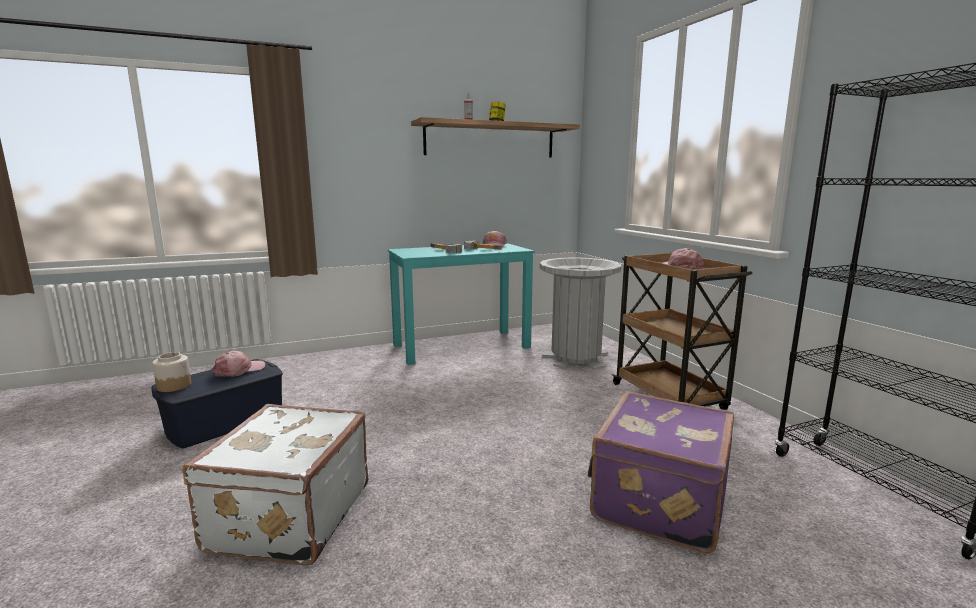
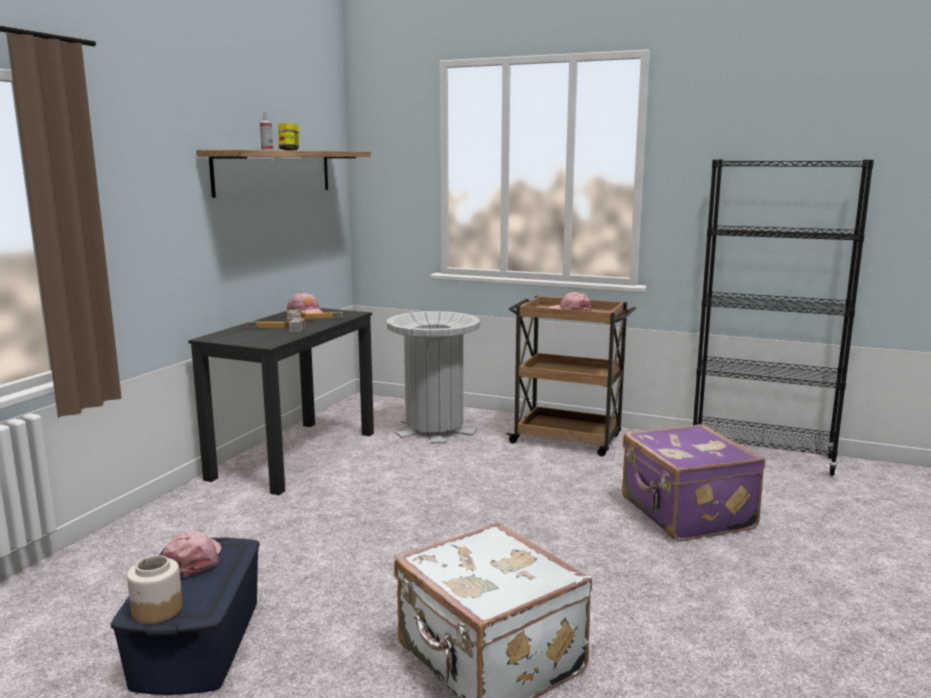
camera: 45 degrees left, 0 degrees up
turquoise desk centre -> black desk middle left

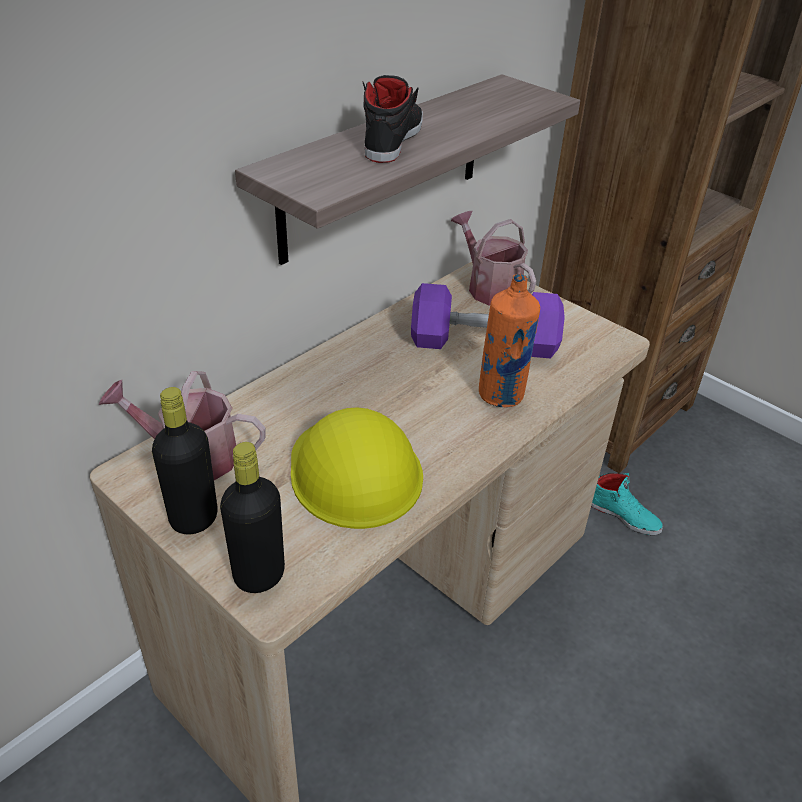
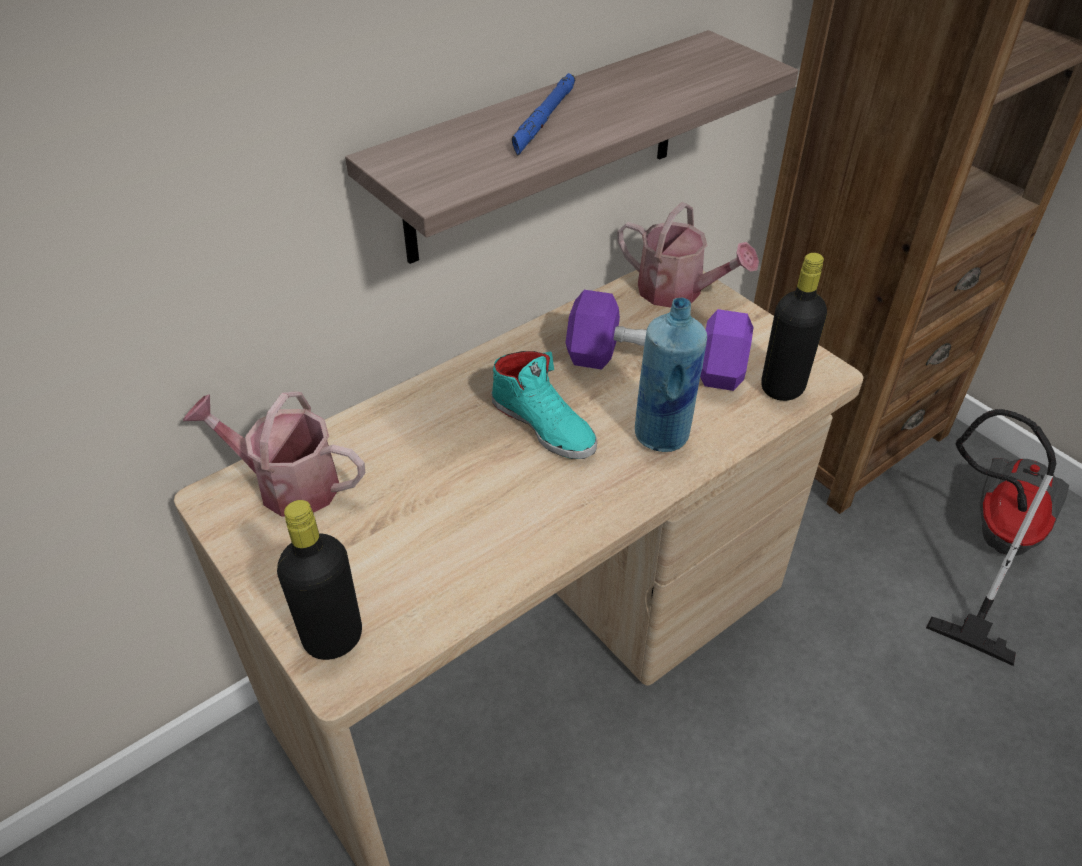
camera: 10 degrees right, 5 degrees up
yellow hard hat centre -> none
none -> vacuum cleaner middle right
black bottle (no. 1 from left in the first image) middle left -> black bottle (no. 2 from left) middle right, shifted
turquoise shoe middle right -> turquoise shoe centre, shifted
black shoe top centre -> blue flashlight top centre
orange bottle centre -> blue bottle centre
watering can (no. 2 from left) top centre, 150 degrees clockwise

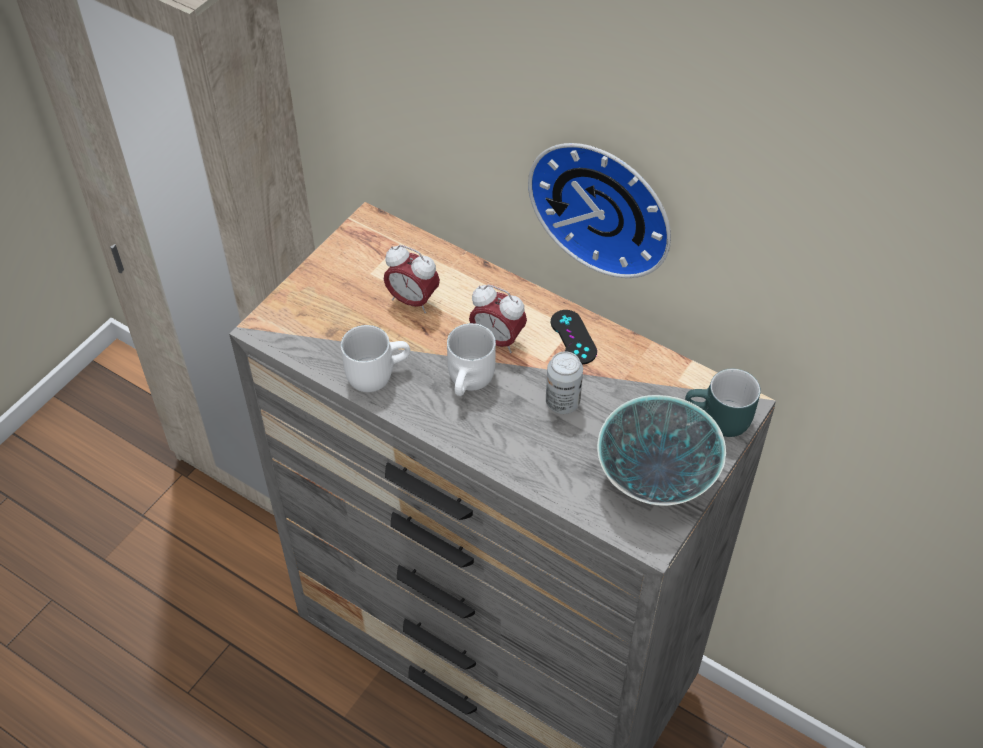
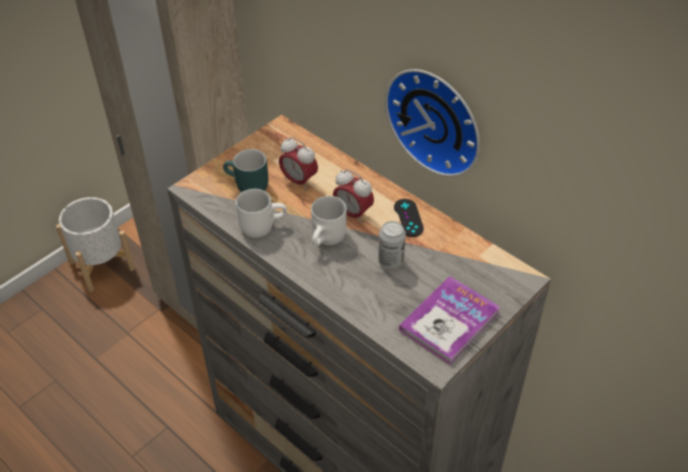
camera: 10 degrees right, 5 degrees down
none -> white planter middle left
turquoise mug middle right -> turquoise mug centre, shifted
bowl middle right -> book bottom centre

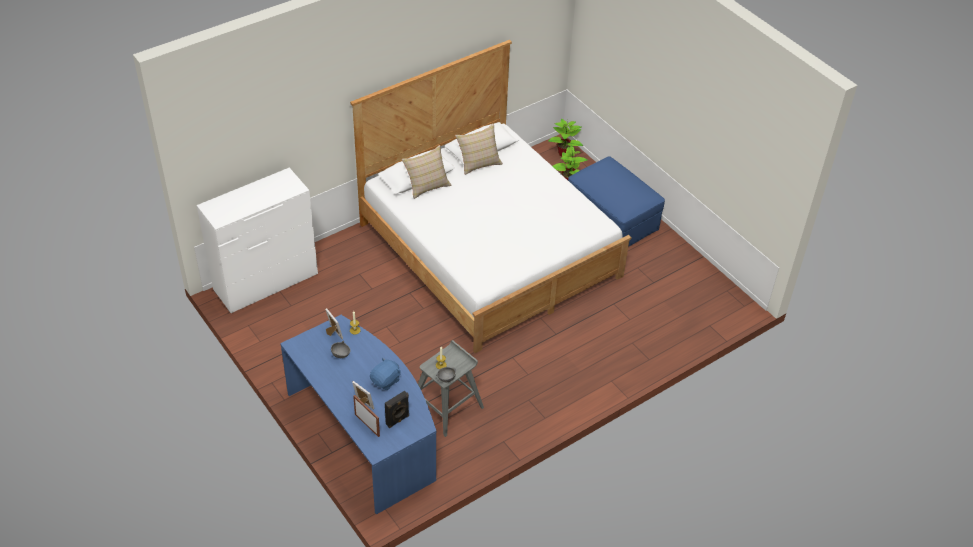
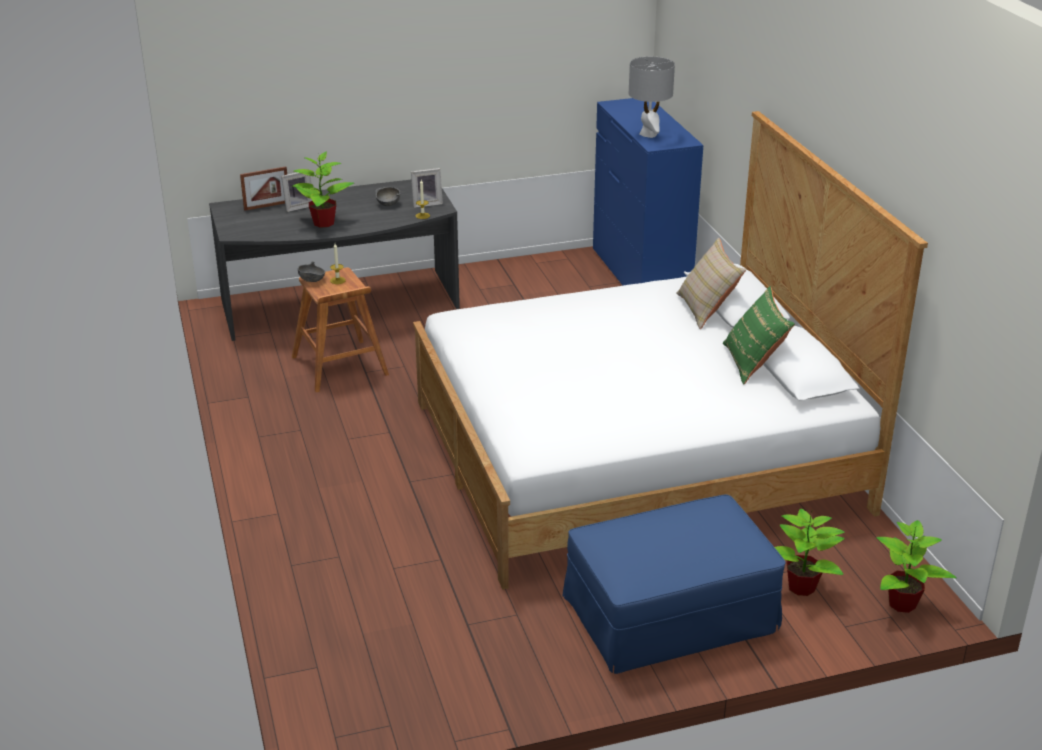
camera: 110 degrees right, 15 degrees down
black speaker bottom centre -> none
none -> grey table lamp top centre
blue plush toy bottom centre -> potted plant (no. 1 from left) top left
white dresser middle left -> blue dresser top centre
blue desk bottom centre -> grey desk middle left
grey stool bottom centre -> brown stool middle left
beige pillow (no. 2 from left) top centre -> green pillow middle right

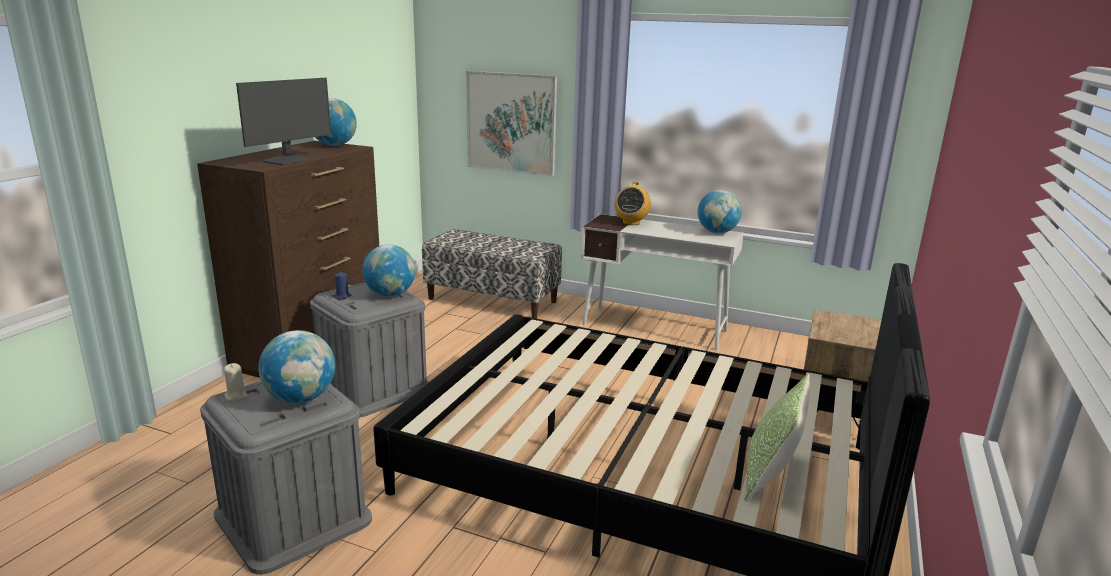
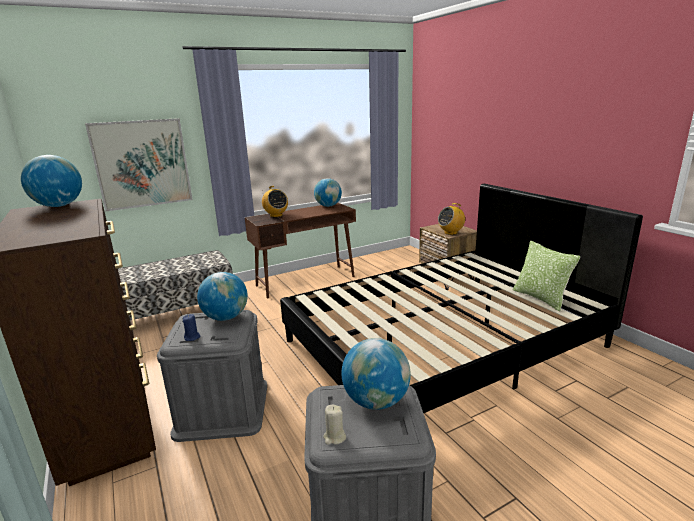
camera: 50 degrees left, 0 degrees up
monitor top left -> none
none -> radio (no. 2 from left) centre
white desk centre -> brown desk centre

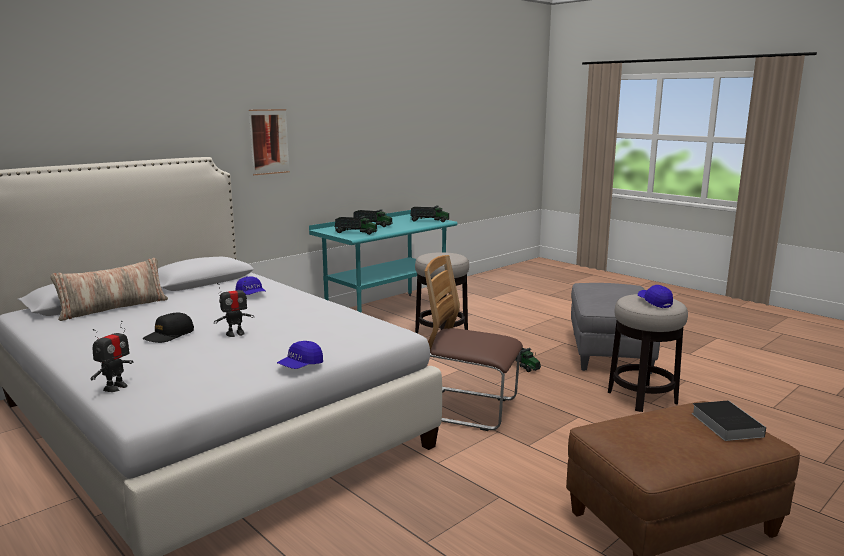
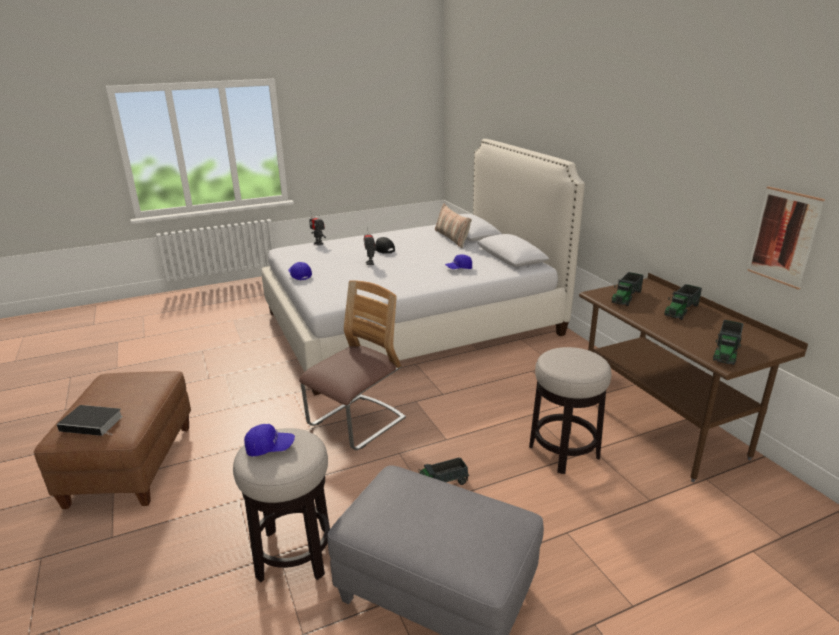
camera: 110 degrees right, 10 degrees up
picture top left -> picture middle right, shifted
turquoise desk centre -> brown desk middle right

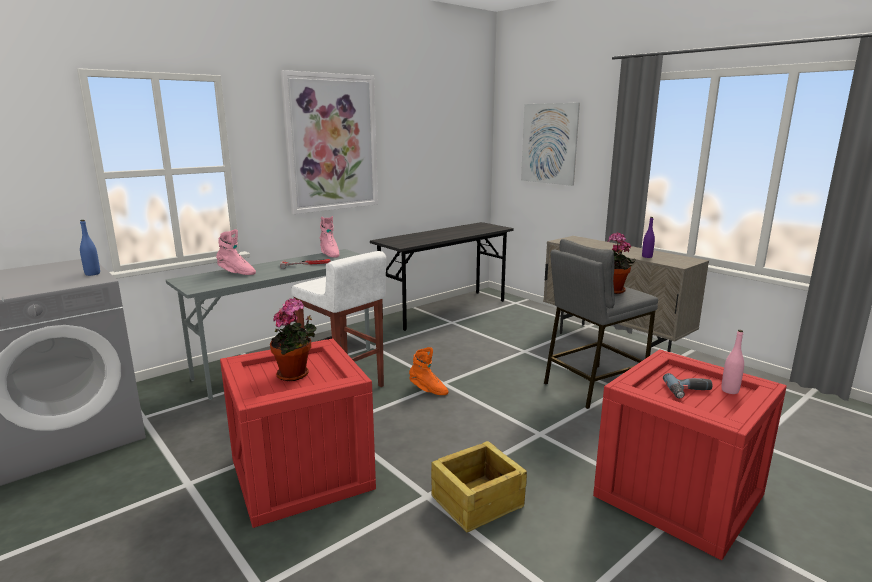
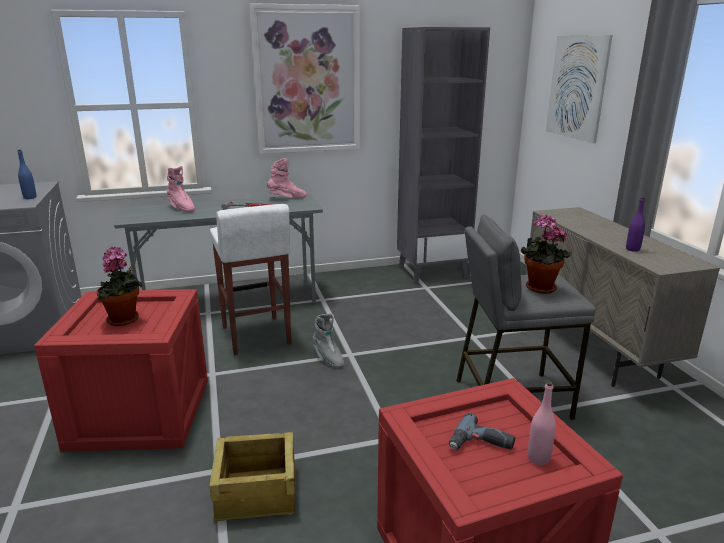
camera: 25 degrees right, 5 degrees up
grey desk (no. 2 from left) centre -> grey bookcase top centre
orange boot centre -> grey boot centre
pink boot (no. 2 from left) centre -> pink boot (no. 2 from left) top centre, 105 degrees counterclockwise

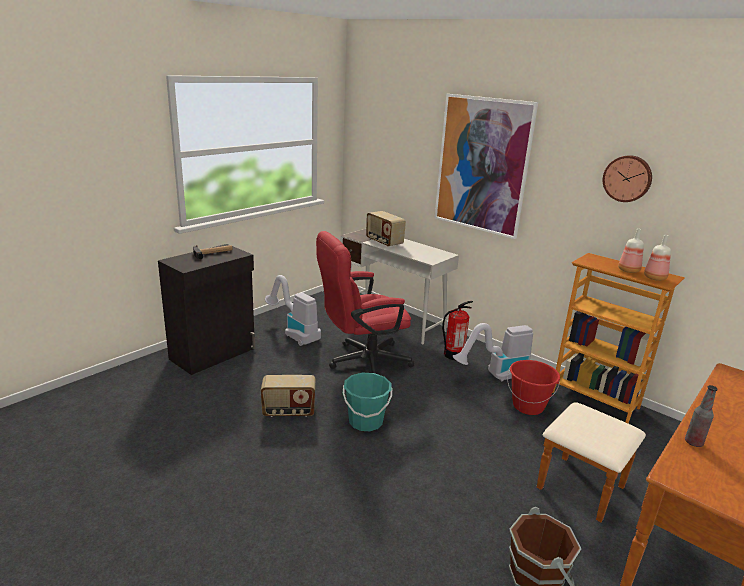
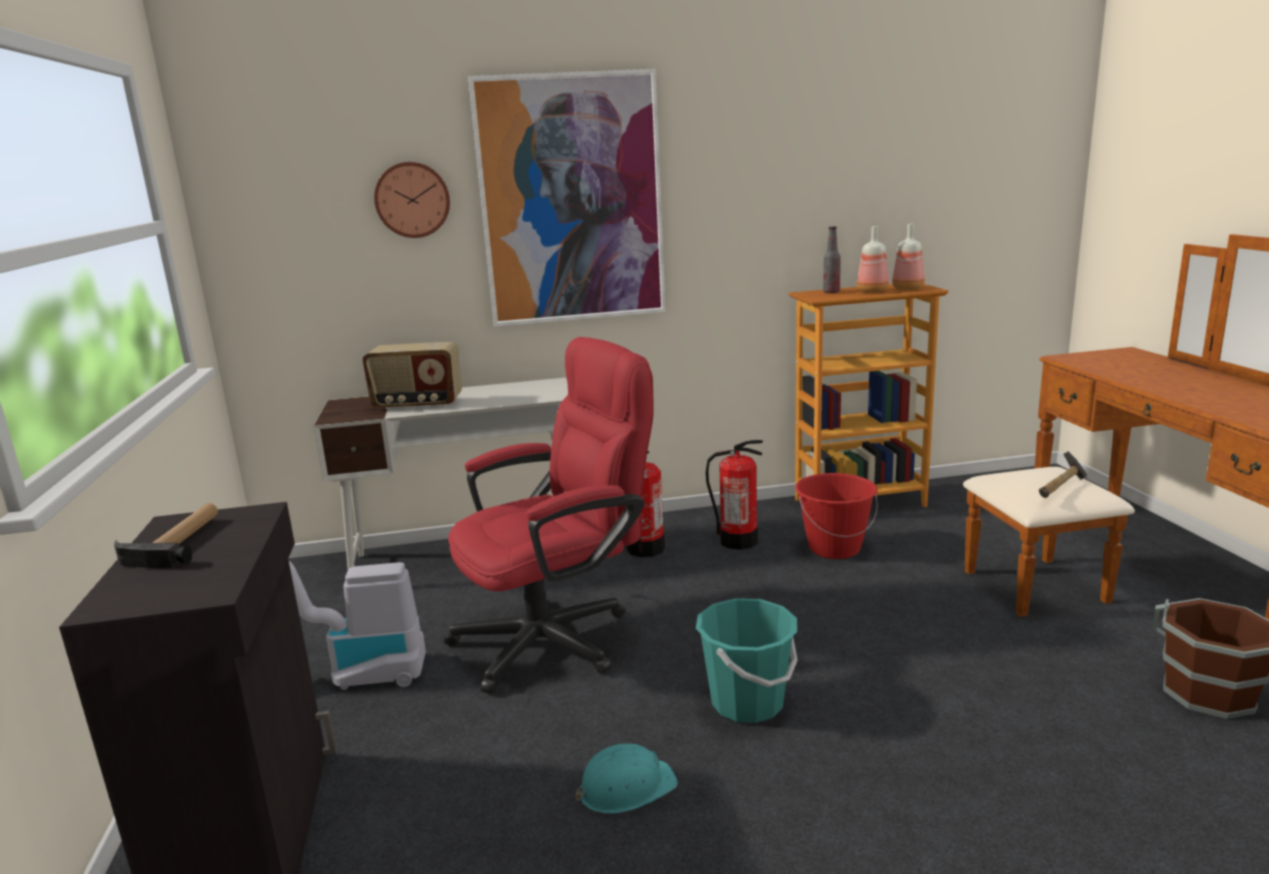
camera: 50 degrees left, 5 degrees down
none -> hammer (no. 2 from left) middle right
wall clock top right -> wall clock top left, shifted
bottle (no. 3 from left in the first image) bottom right -> bottle (no. 1 from left) top centre, shifted
radio (no. 1 from left) bottom centre -> turquoise hard hat bottom centre
vacuum cleaner (no. 2 from left) centre -> fire extinguisher (no. 2 from left) centre
red office chair centre, 135 degrees counterclockwise

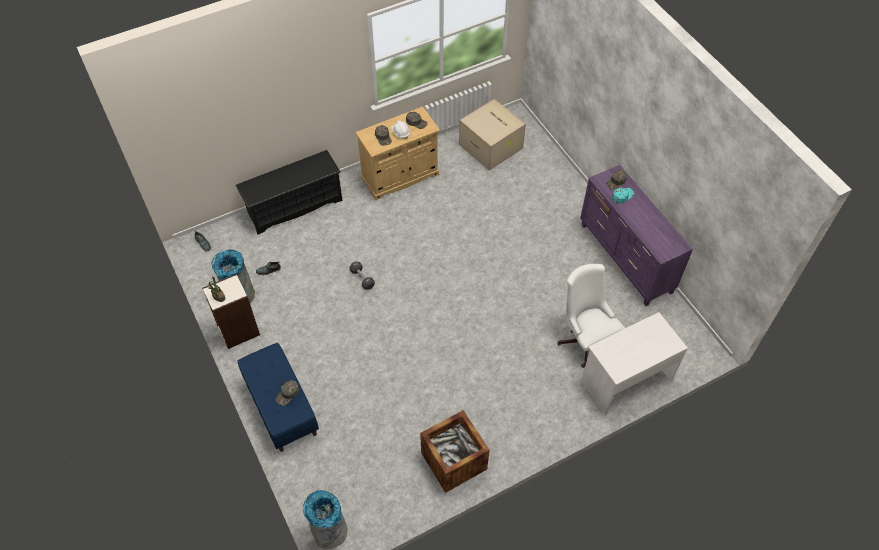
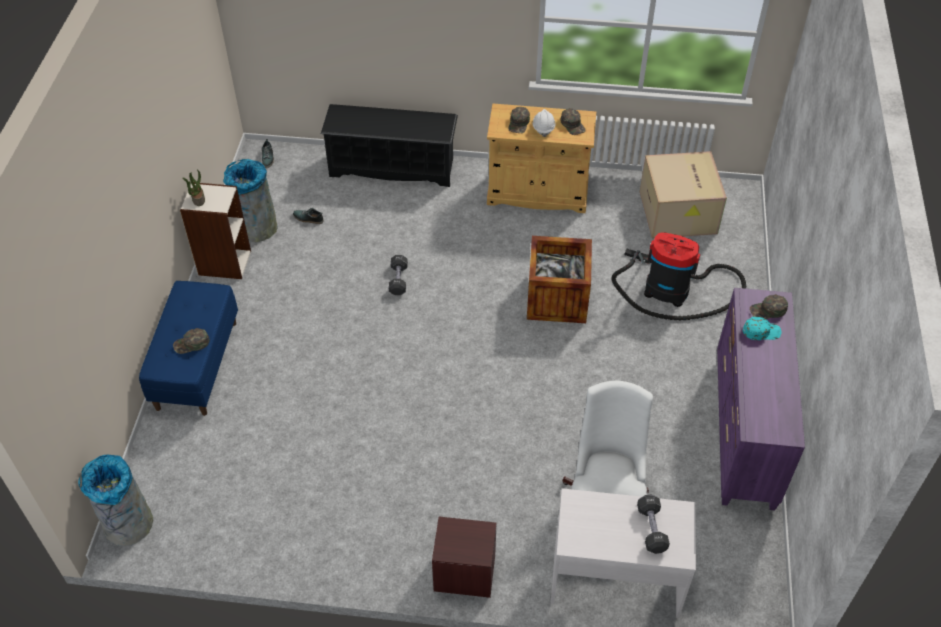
camera: 35 degrees right, 5 degrees down
none -> brown nightstand bottom centre
none -> vacuum cleaner middle right
none -> black dumbbell (no. 2 from left) bottom right
crate bottom centre -> crate centre, shifted

